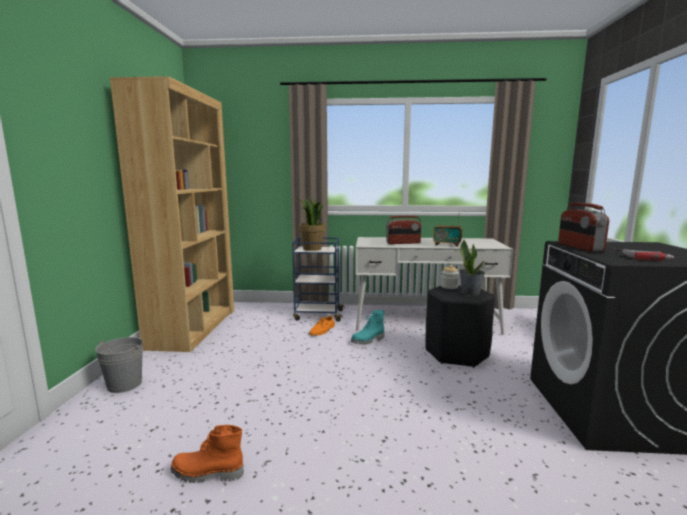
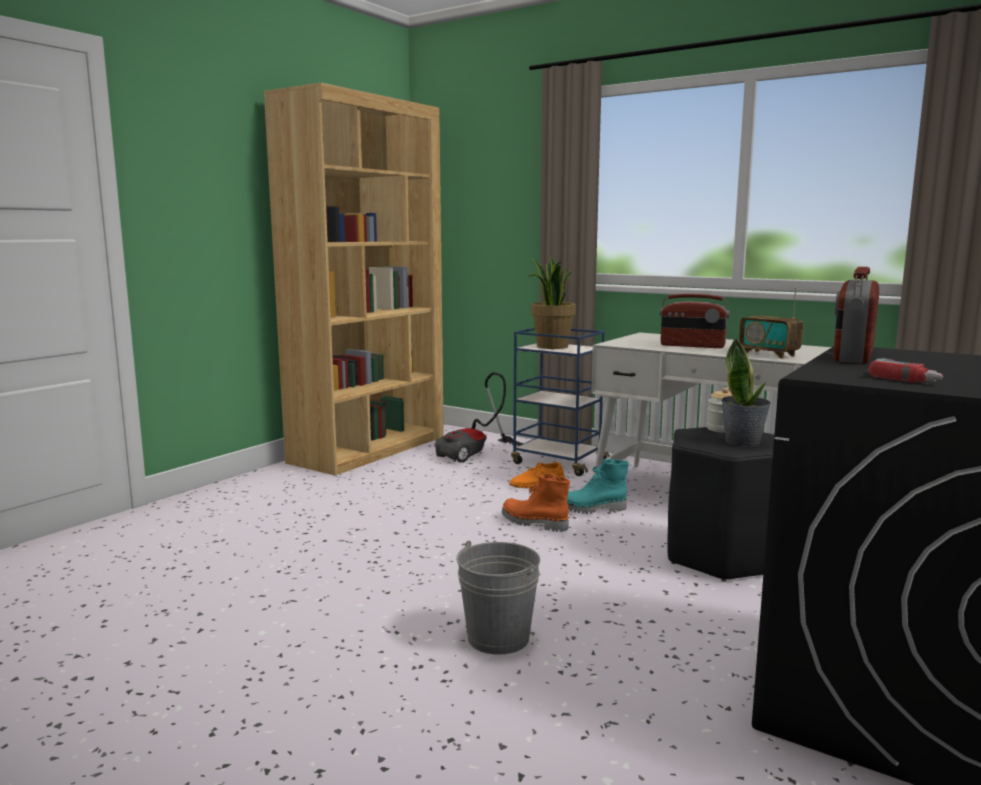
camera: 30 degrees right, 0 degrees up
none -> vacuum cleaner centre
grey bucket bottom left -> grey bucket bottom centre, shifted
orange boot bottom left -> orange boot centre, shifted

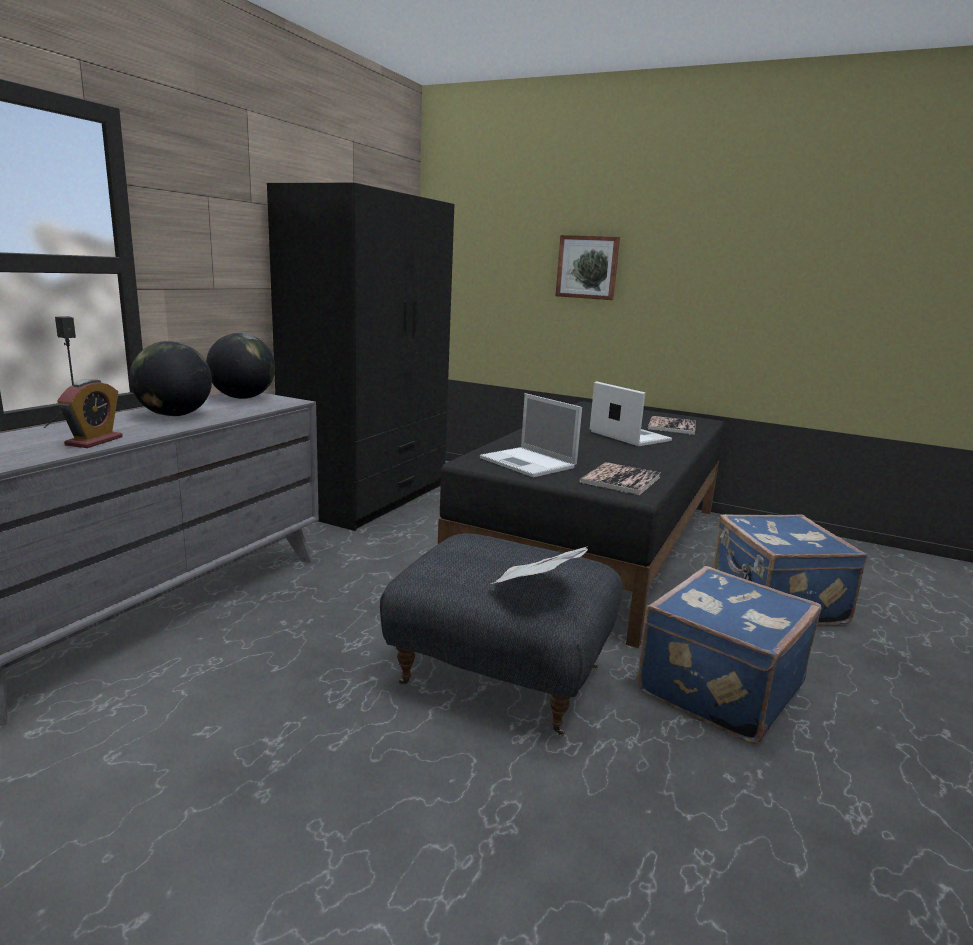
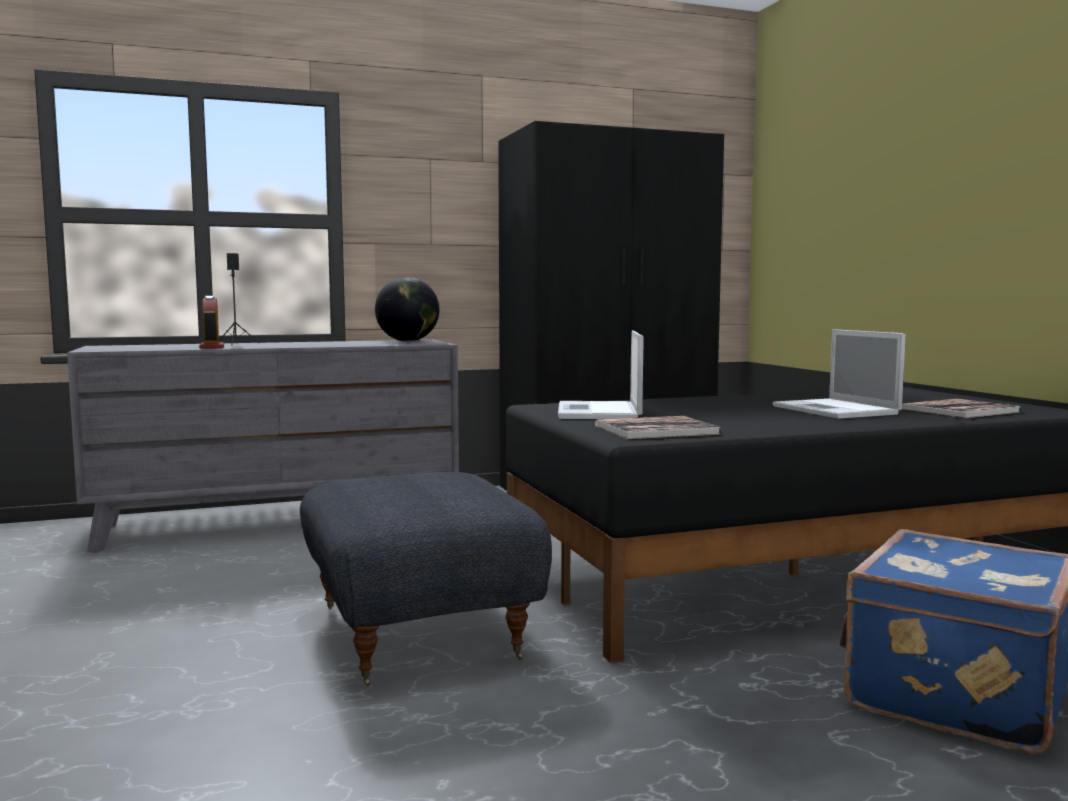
camera: 45 degrees right, 10 degrees down
globe (no. 1 from left) middle left -> none
newspaper centre -> none
picture top centre -> none
blue suitcase (no. 1 from left) bottom right -> none
alarm clock middle left, 105 degrees clockwise
laptop (no. 2 from left) centre -> laptop (no. 2 from left) middle right, 150 degrees clockwise

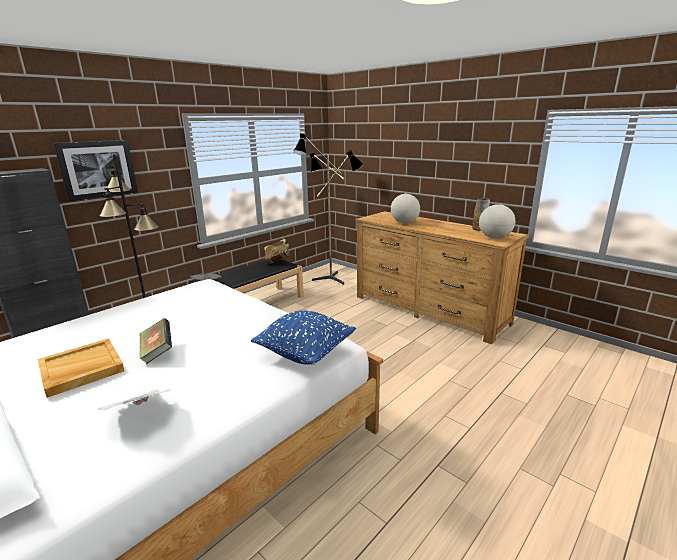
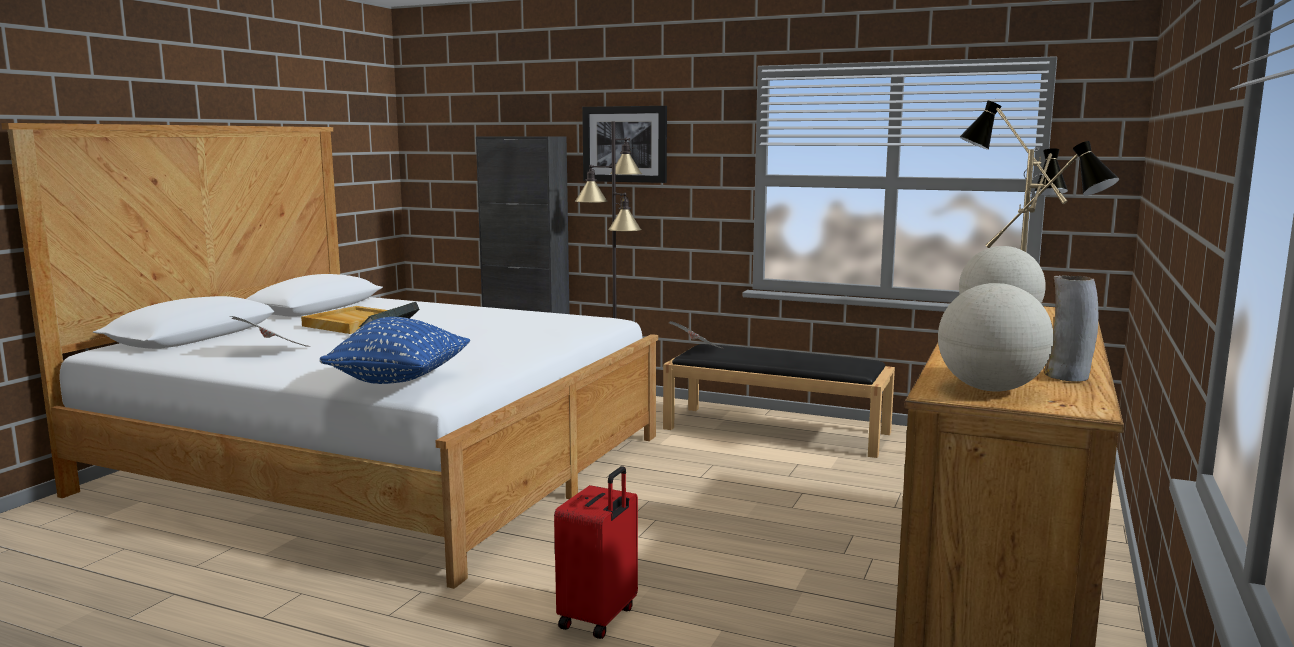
camera: 70 degrees right, 10 degrees down
book (no. 2 from left) centre -> none
none -> red suitcase bottom centre

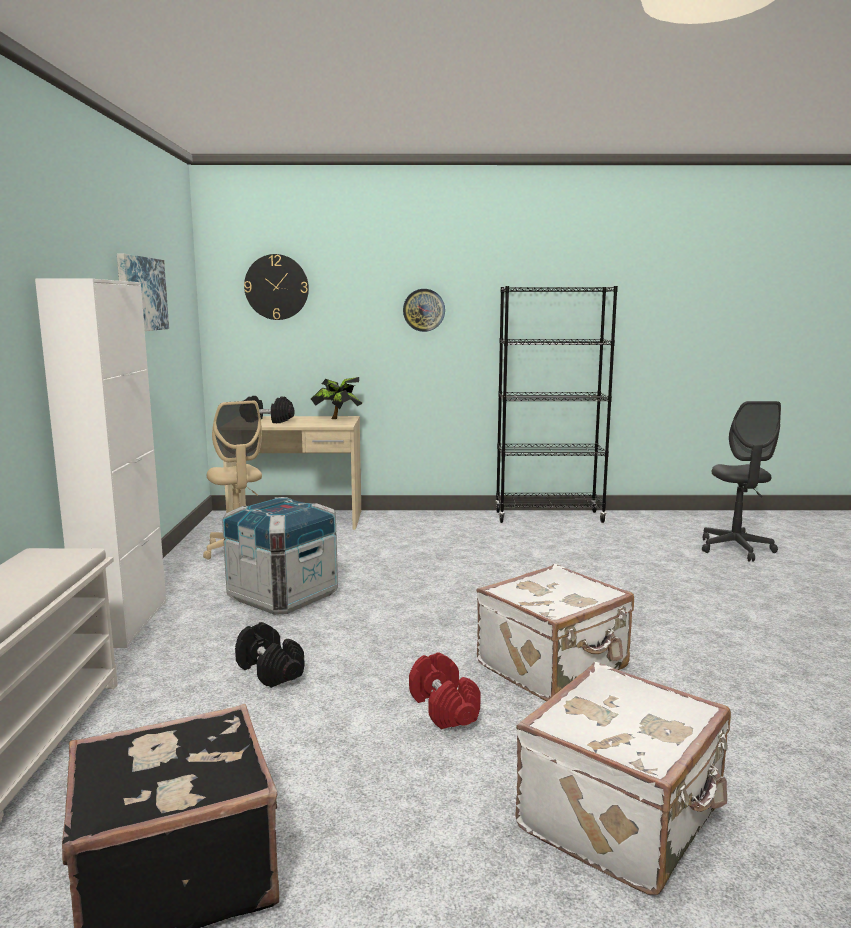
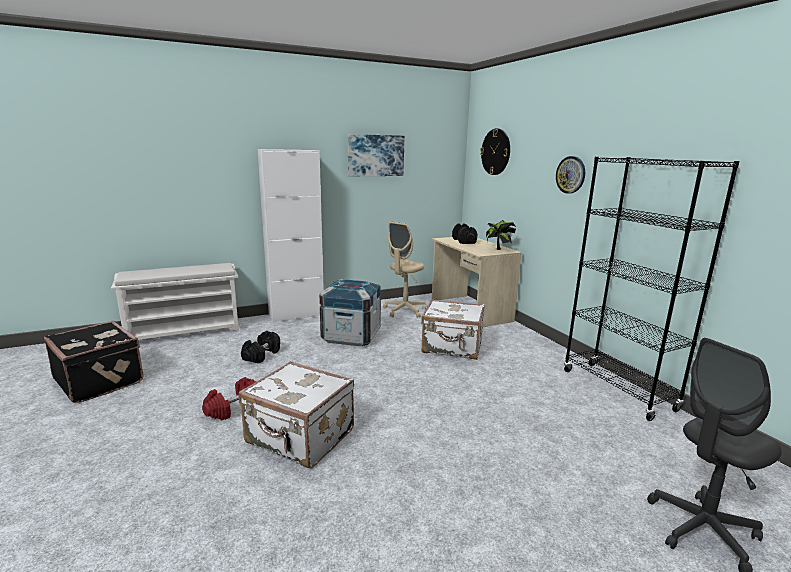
camera: 65 degrees right, 5 degrees up
white suitcase (no. 2 from left) bottom right -> white suitcase (no. 2 from left) centre, shifted

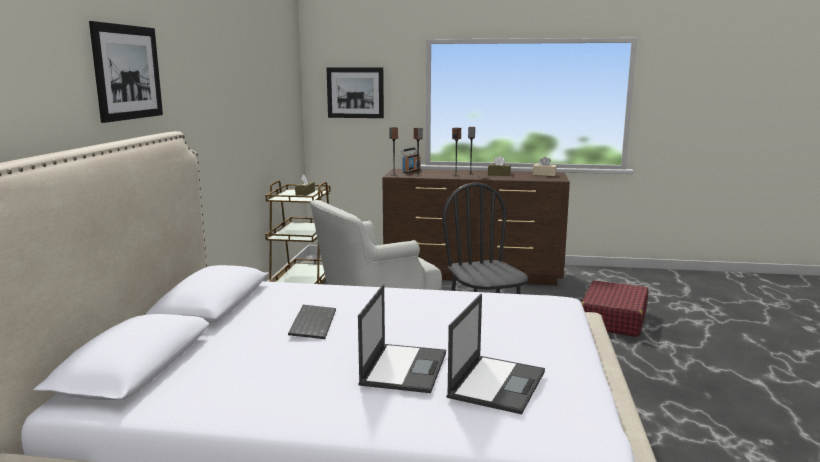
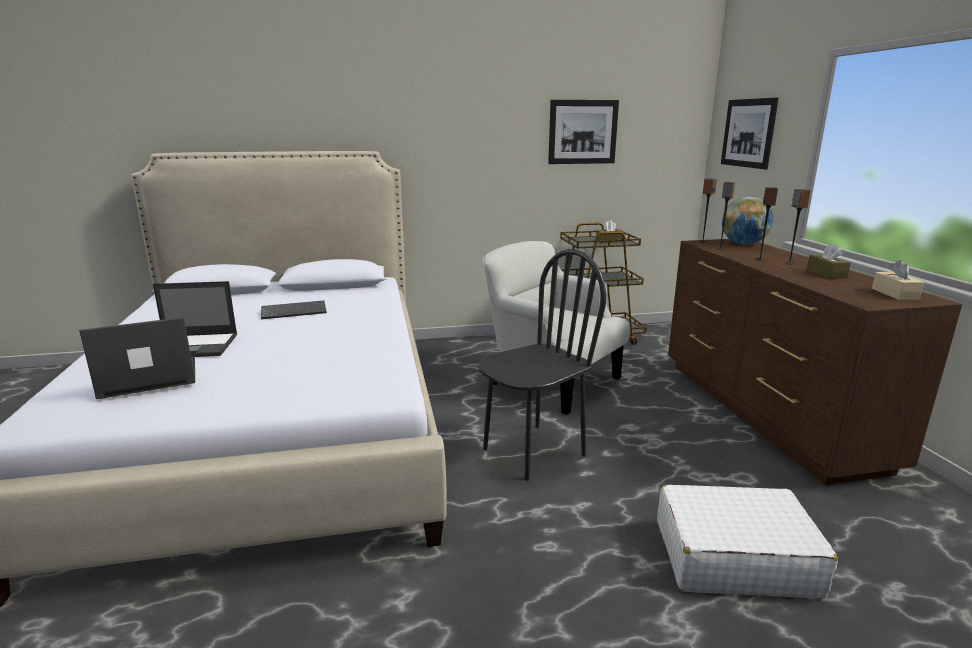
camera: 70 degrees right, 5 degrees up
picture (no. 1 from left) top left -> picture (no. 1 from left) top centre, shifted
radio centre -> globe middle right
red suitcase bottom right -> white suitcase bottom right
laptop (no. 2 from left in the first image) bottom centre -> laptop (no. 1 from left) middle left, 150 degrees clockwise

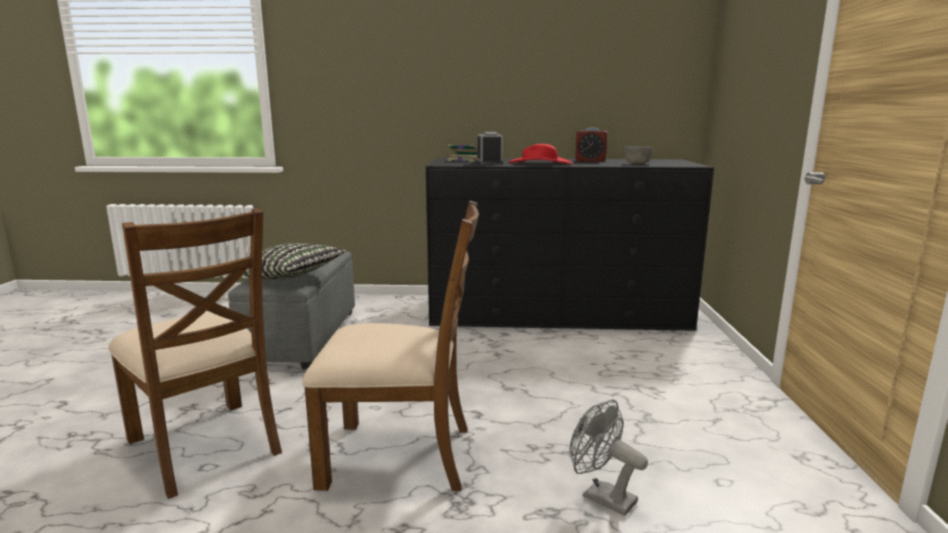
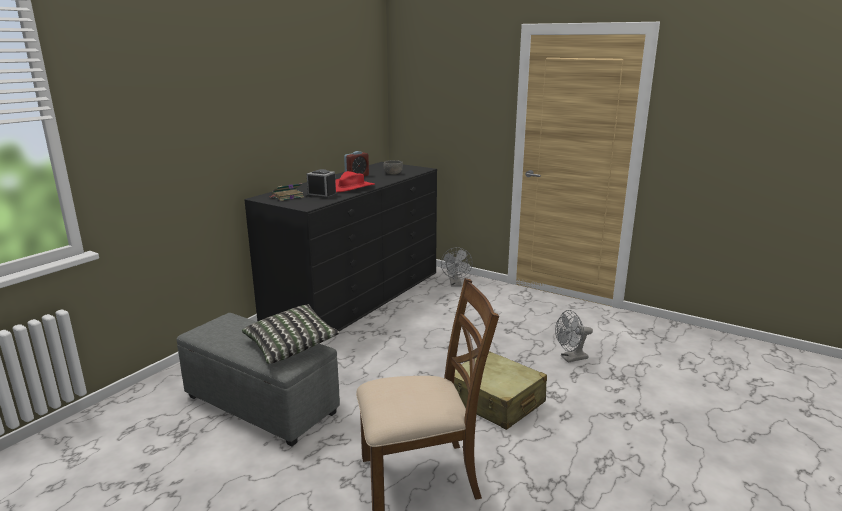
camera: 60 degrees left, 5 degrees up
none -> grey fan (no. 1 from left) centre
brown chair (no. 2 from left) centre -> beige suitcase bottom centre

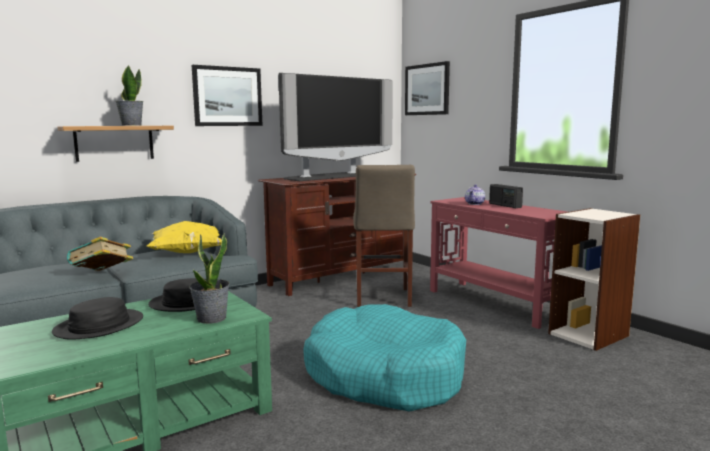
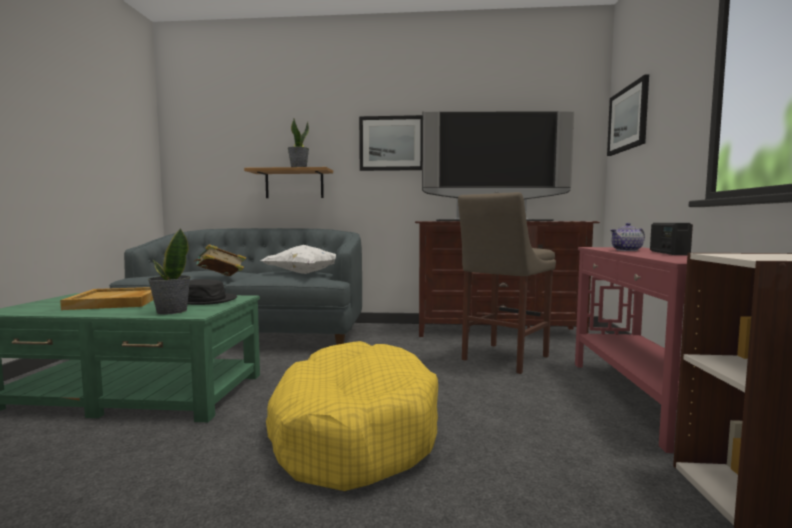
camera: 40 degrees right, 5 degrees down
black hat (no. 1 from left) bottom left -> beige tray middle left
yellow pillow middle left -> white pillow centre
turquoise dog bed bottom centre -> yellow dog bed bottom centre

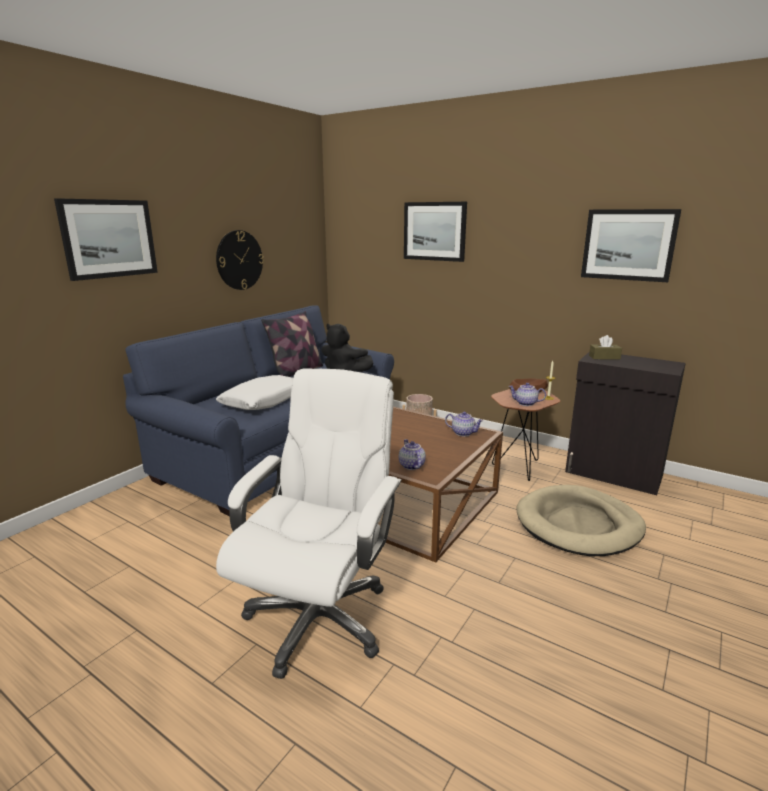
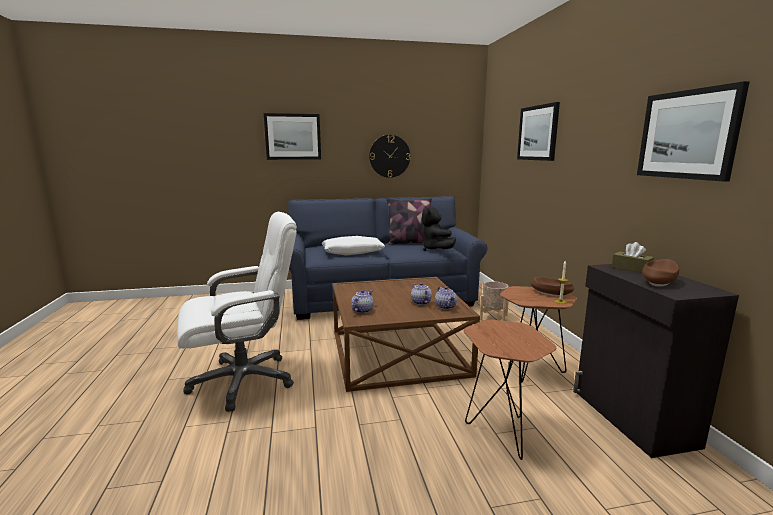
camera: 45 degrees right, 5 degrees down
none -> brown bowl (no. 2 from left) middle right
teapot (no. 3 from left in the first image) middle right -> teapot (no. 2 from left) centre, shifted
beige dog bed middle right -> brown side table (no. 1 from left) bottom centre

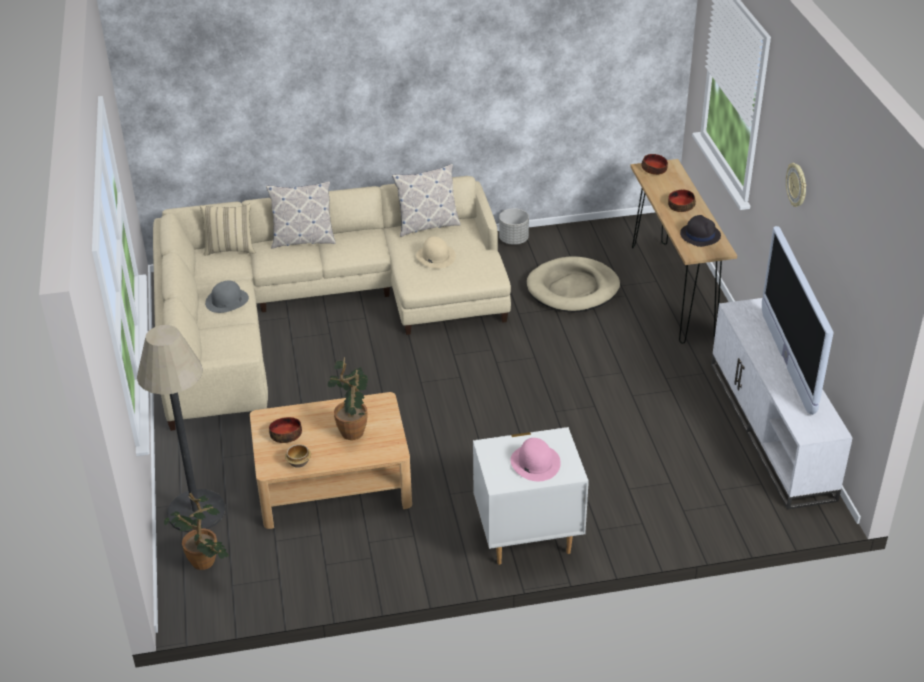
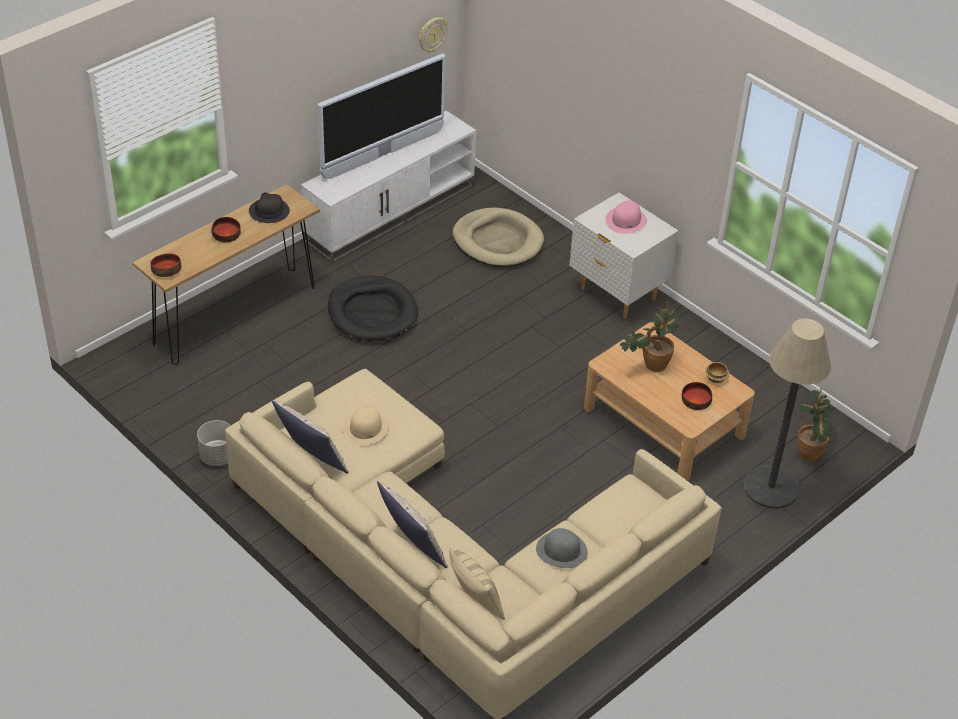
camera: 125 degrees left, 5 degrees up
none -> black dog bed centre
beige dog bed centre -> beige dog bed top centre, shifted
wall clock top right -> wall clock top centre, shifted

